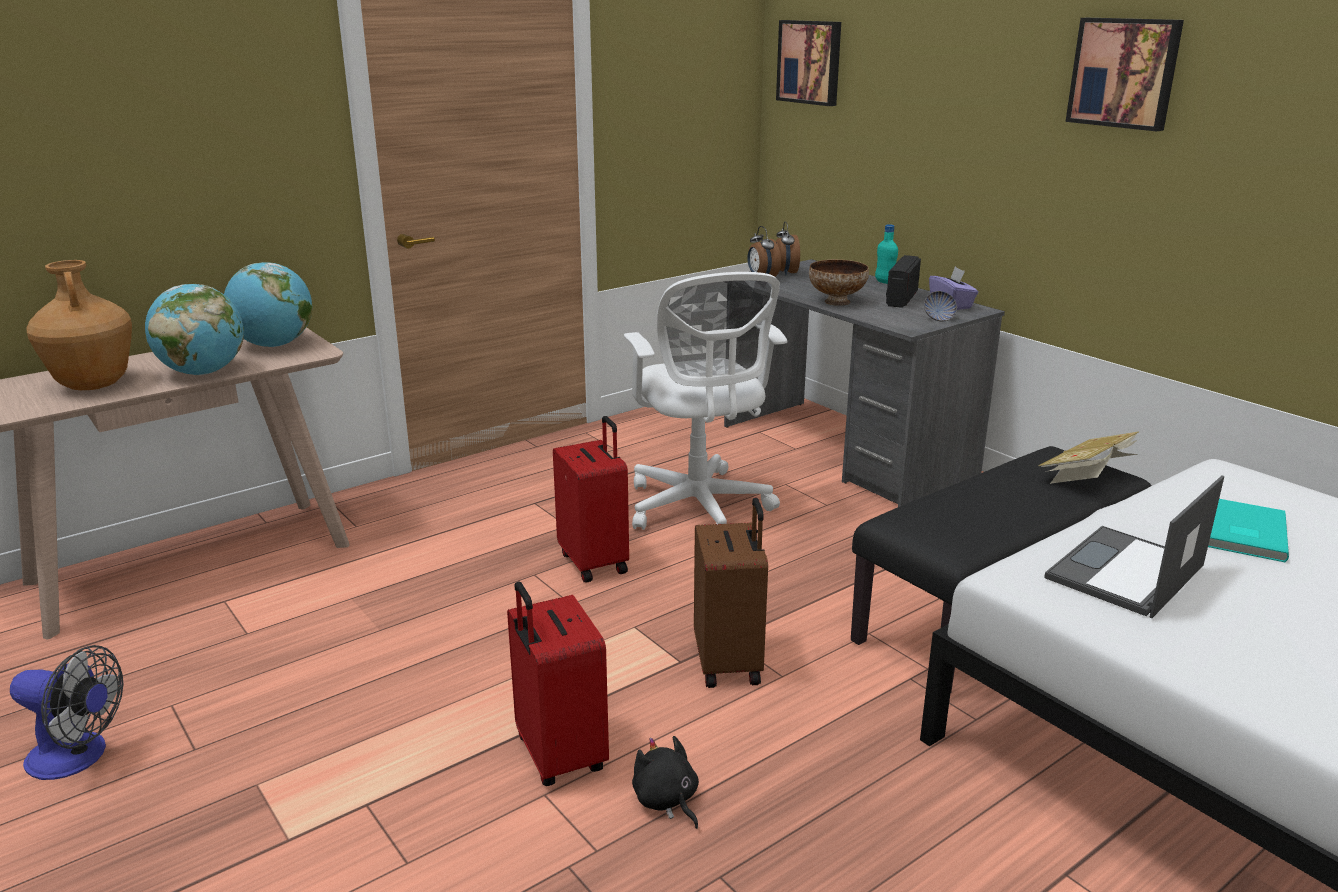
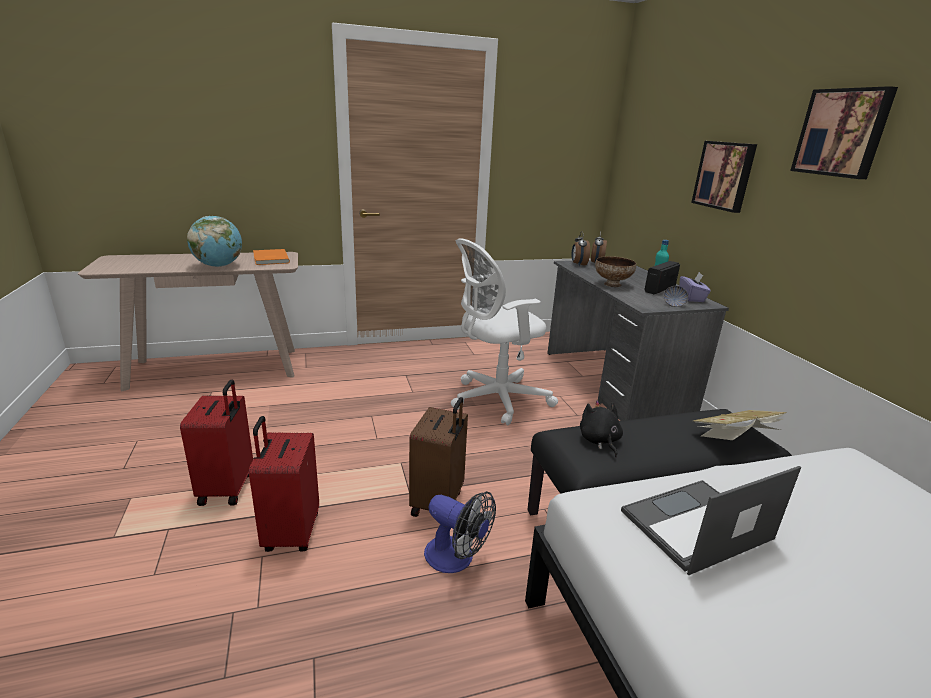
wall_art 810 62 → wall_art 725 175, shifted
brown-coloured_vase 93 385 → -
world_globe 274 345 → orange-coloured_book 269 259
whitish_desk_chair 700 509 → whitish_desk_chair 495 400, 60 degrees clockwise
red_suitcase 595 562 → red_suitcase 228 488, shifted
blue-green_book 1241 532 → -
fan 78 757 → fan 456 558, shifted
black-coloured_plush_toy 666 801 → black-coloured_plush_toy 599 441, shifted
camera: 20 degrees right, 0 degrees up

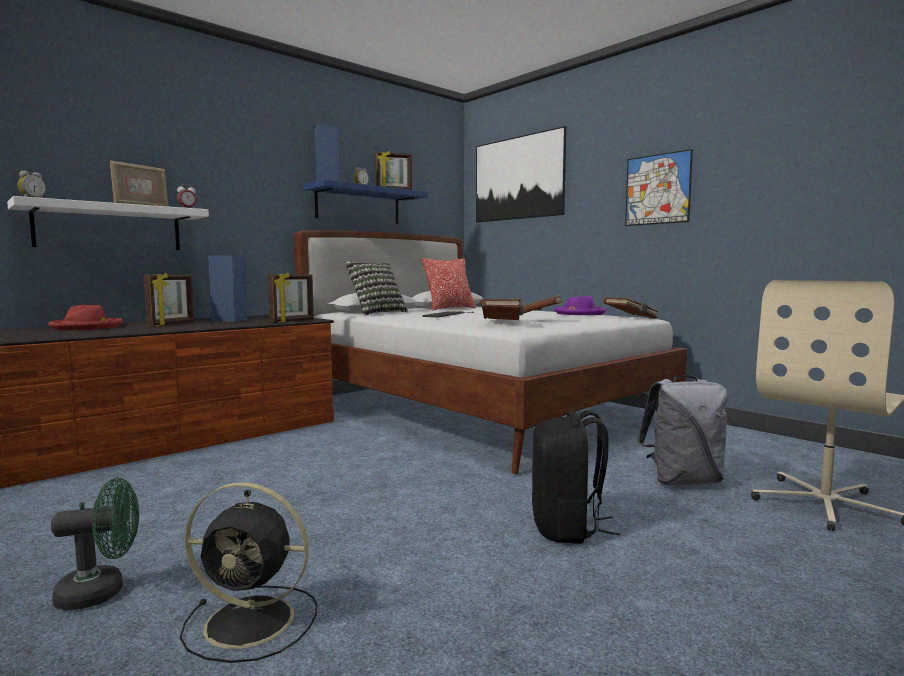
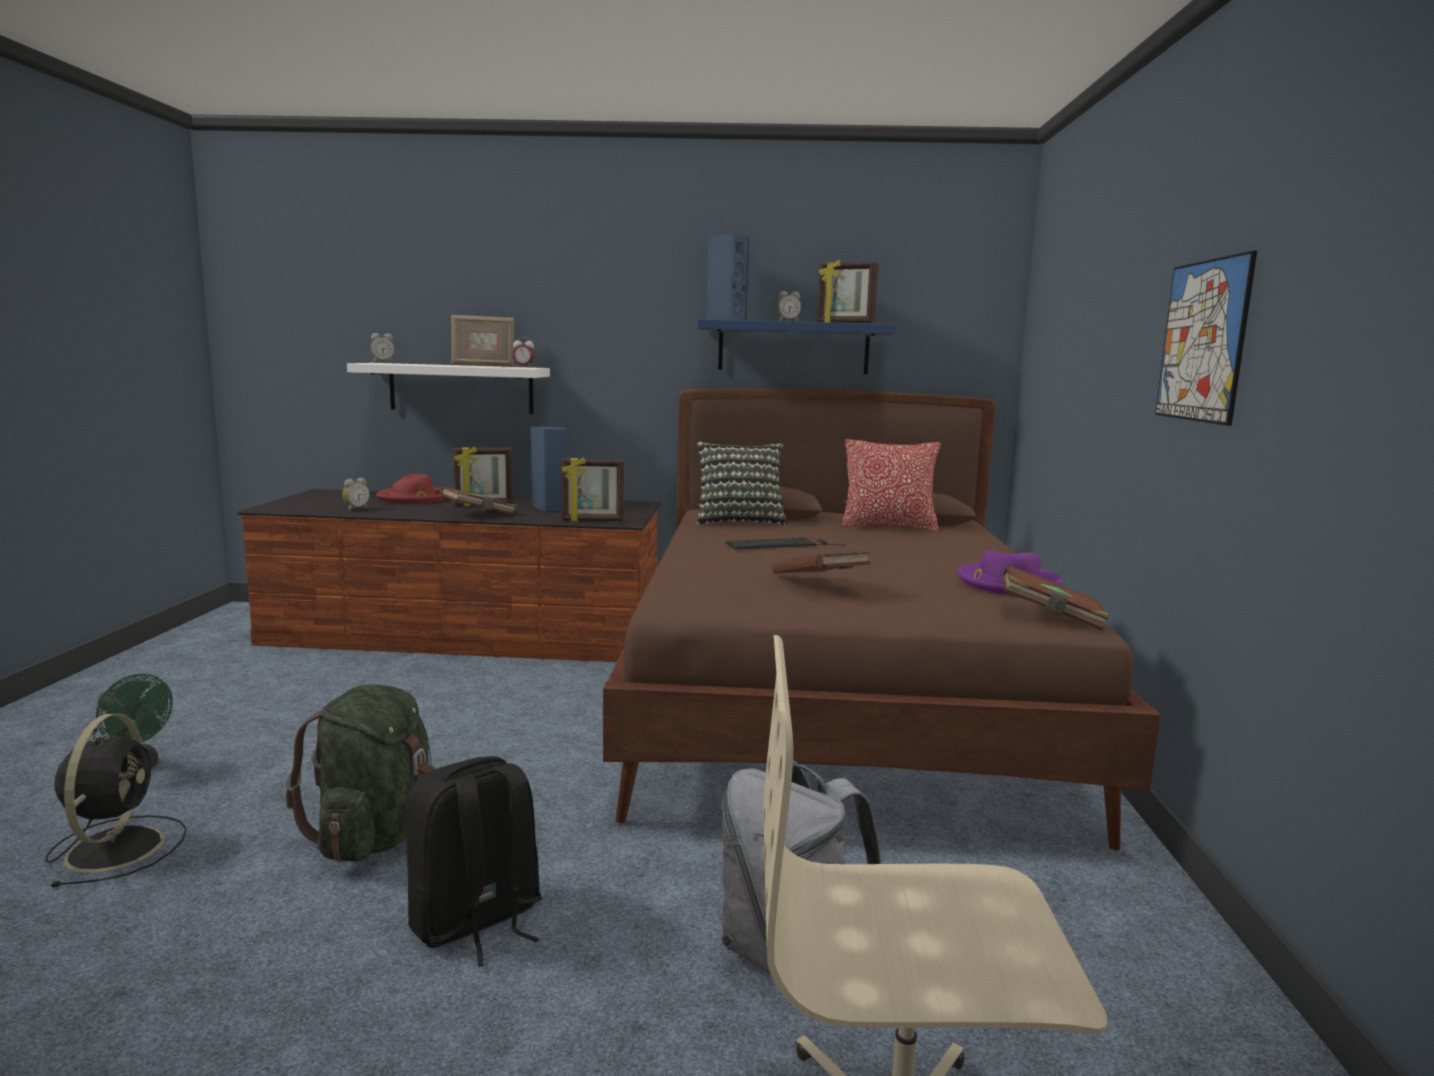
wall_art 518 178 → -
whitish_bed 478 410 → brown-coloured_bed 839 707
brown-coloured_book 502 322 → brown-coloured_book 479 514, shifted
black-coloured_fan 253 622 → black-coloured_fan 117 847, 150 degrees counterclockwise
- → alarm_clock 356 509
- → green-coloured_knapsack 375 835
camera: 45 degrees right, 5 degrees up

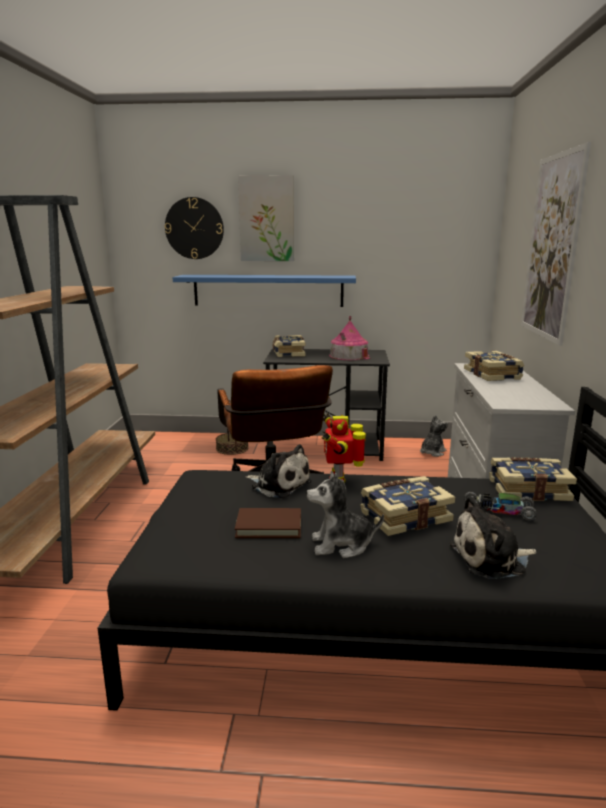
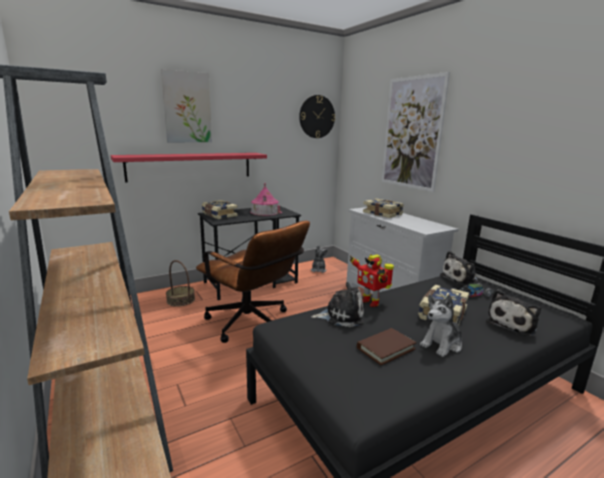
clock_on_the_wall 194 228 → clock_on_the_wall 317 116, shifted
blue-coloured_bracket_shelf 268 290 → red_bracket_shelf 191 166
book 528 489 → plush_toy 461 279
camera: 35 degrees left, 0 degrees up

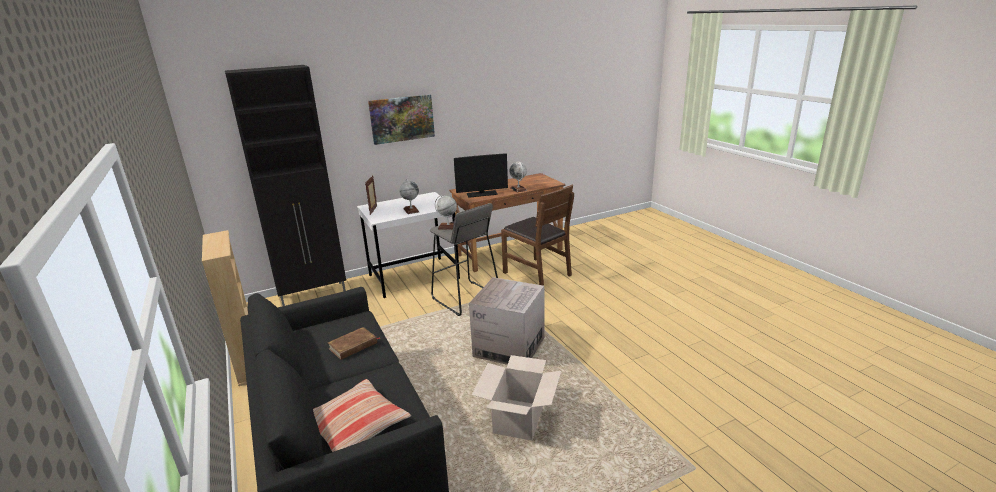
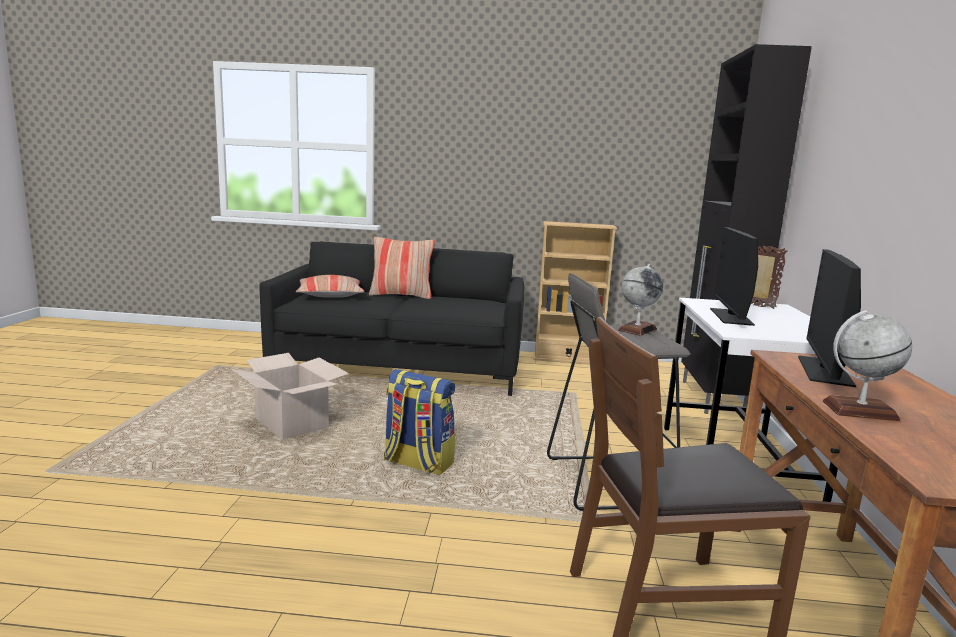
wall_art 402 119 → -
world_globe 411 210 → computer_screen 731 316
carton 509 347 → knapsack 417 463
brown-coloured_book 353 346 → -
- → pillow 401 295
camera: 120 degrees right, 10 degrees down

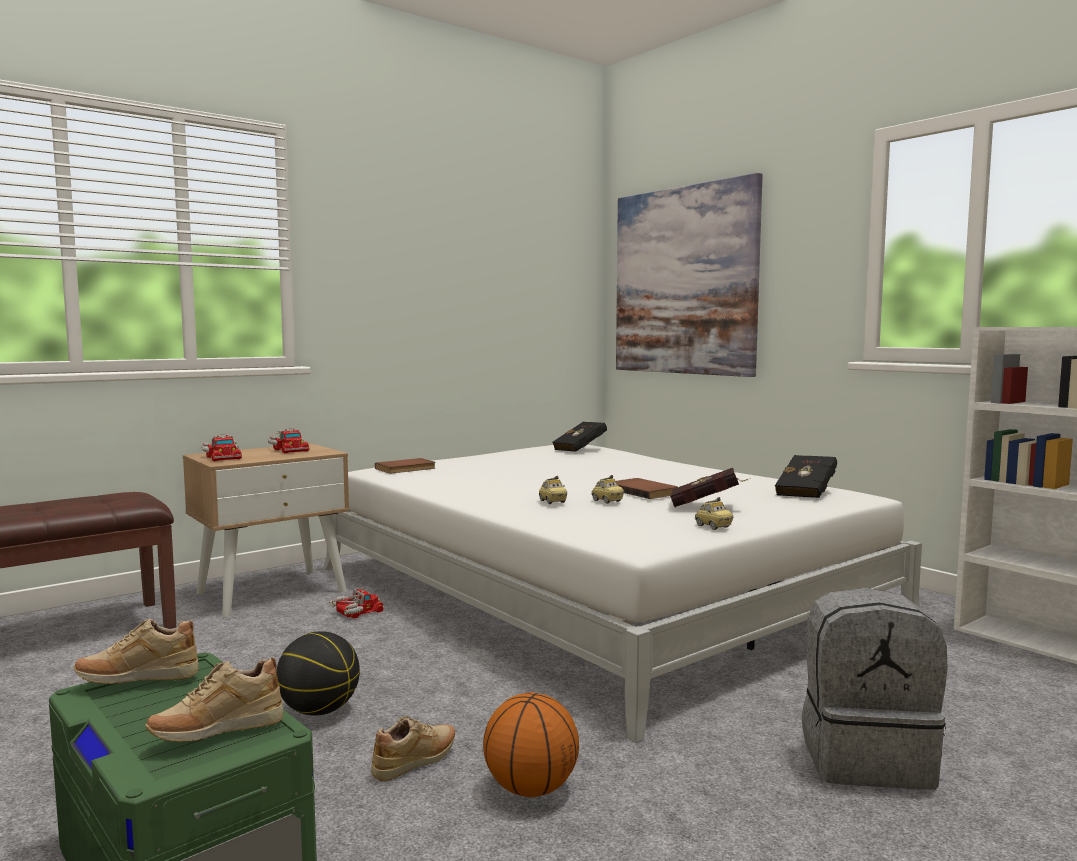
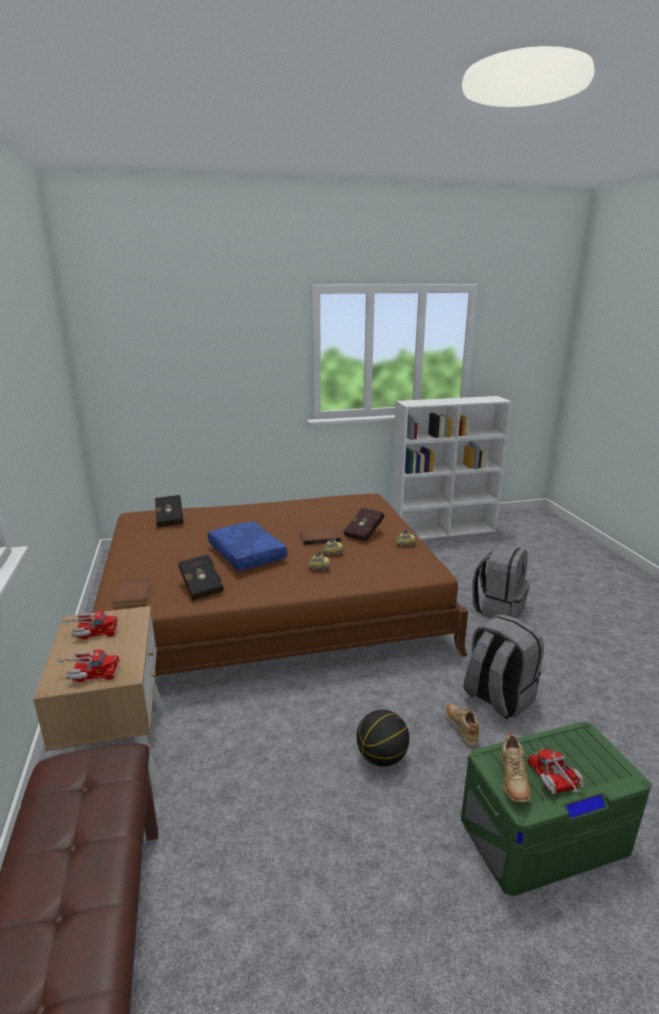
wall_art 684 281 → -
whitish_bed 595 591 → brown-coloured_bed 271 606
black-coloured_book 807 493 → black-coloured_book 201 586, shifted
toy_lorry 353 613 → toy_lorry 556 782, shifted
beige_item_of_footwear 217 733 → -
basketball 531 789 → gray_knapsack 497 697
- → blue-coloured_pillow 245 554
camera: 65 degrees left, 15 degrees up

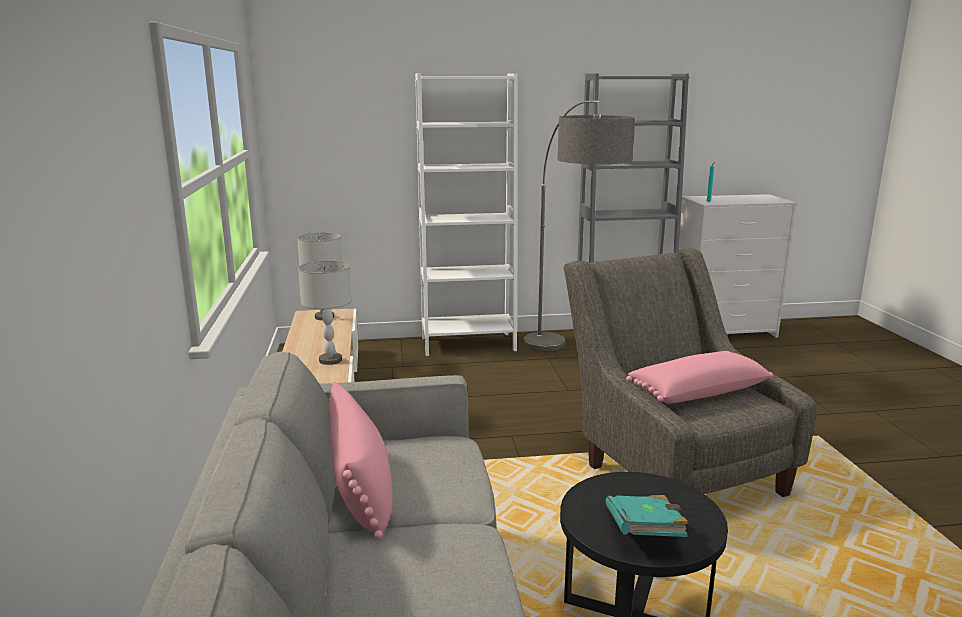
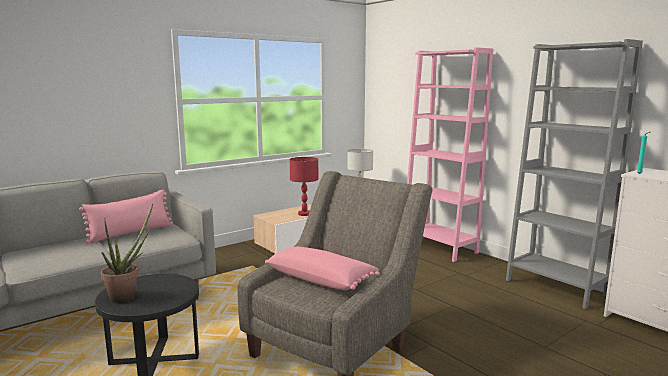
whitish_bookcase 468 344 → pink_bookcase 439 248
standing_lamp 570 361 → -
gray_table_lamp 330 360 → red_table_lamp 304 214
blue-green_book 645 532 → plant_in_a_pot 128 295
camera: 60 degrees right, 5 degrees down

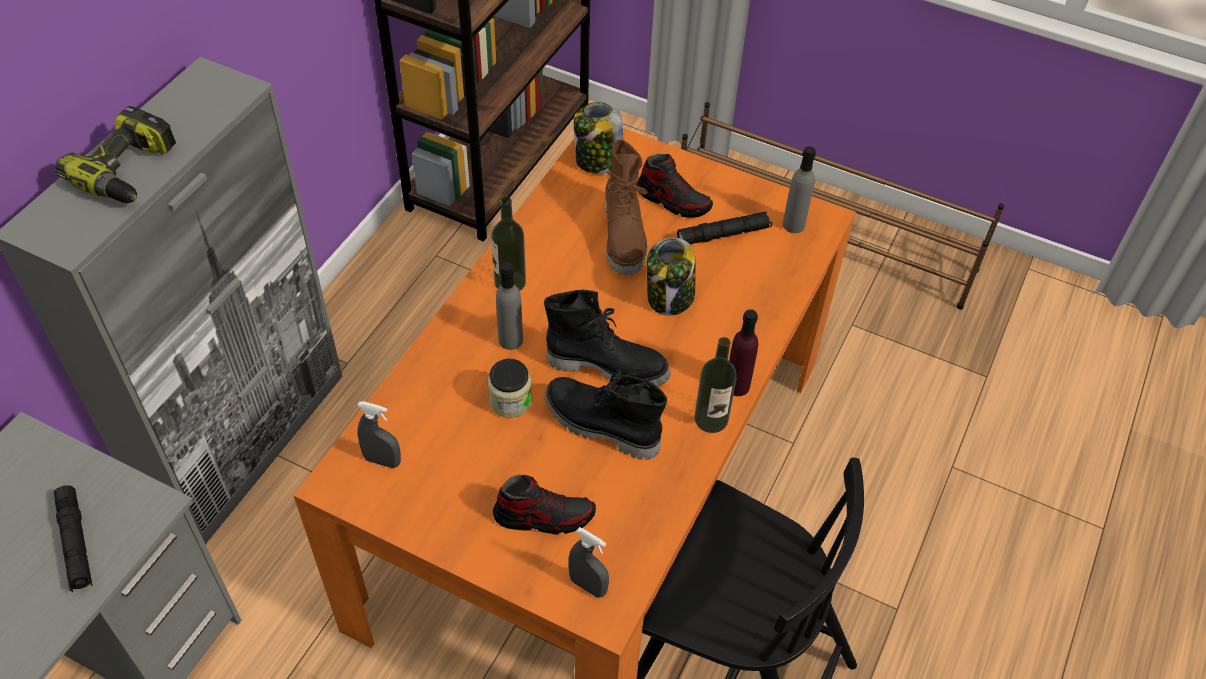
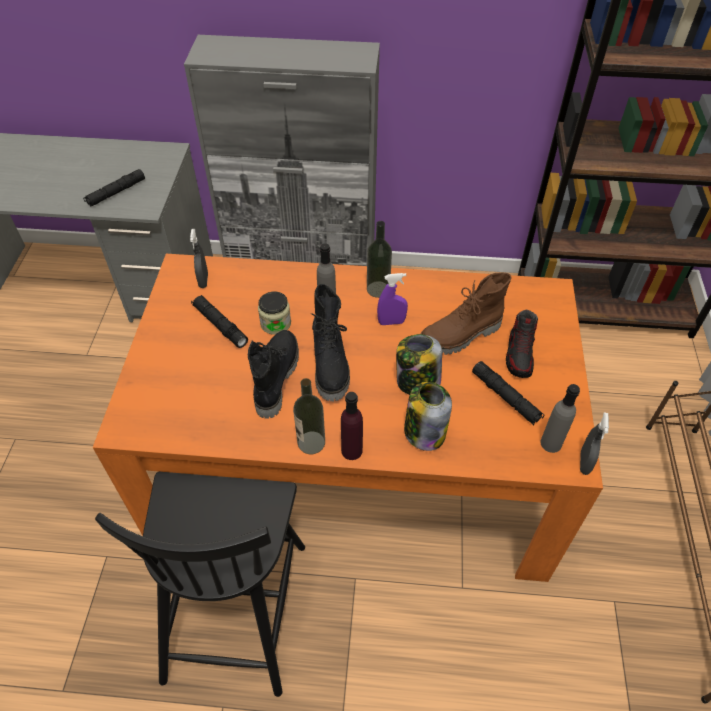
preserve_jar 598 161 → preserve_jar 424 431, shifted
drill 129 171 → -
item_of_footwear 544 516 → -
gray_hand_sprayer 588 586 → gray_hand_sprayer 584 463, shifted
- → purple_hand_sprayer 391 322
- → black-coloured_flashlight 220 325
camera: 70 degrees right, 0 degrees up

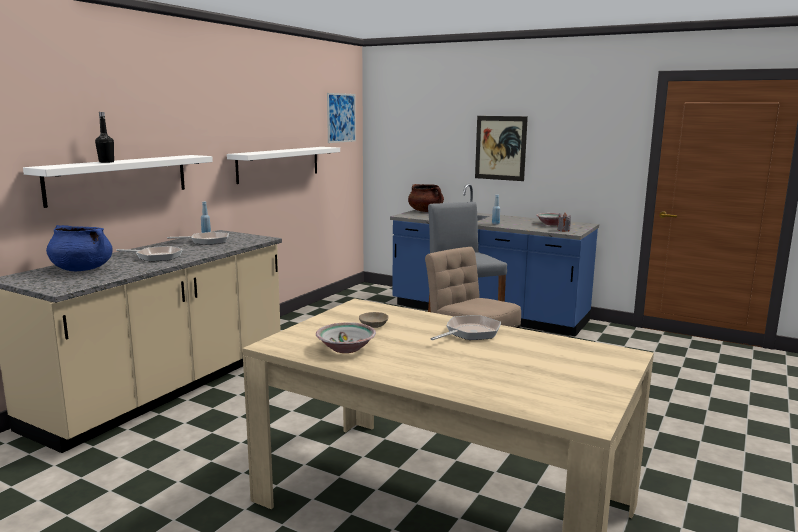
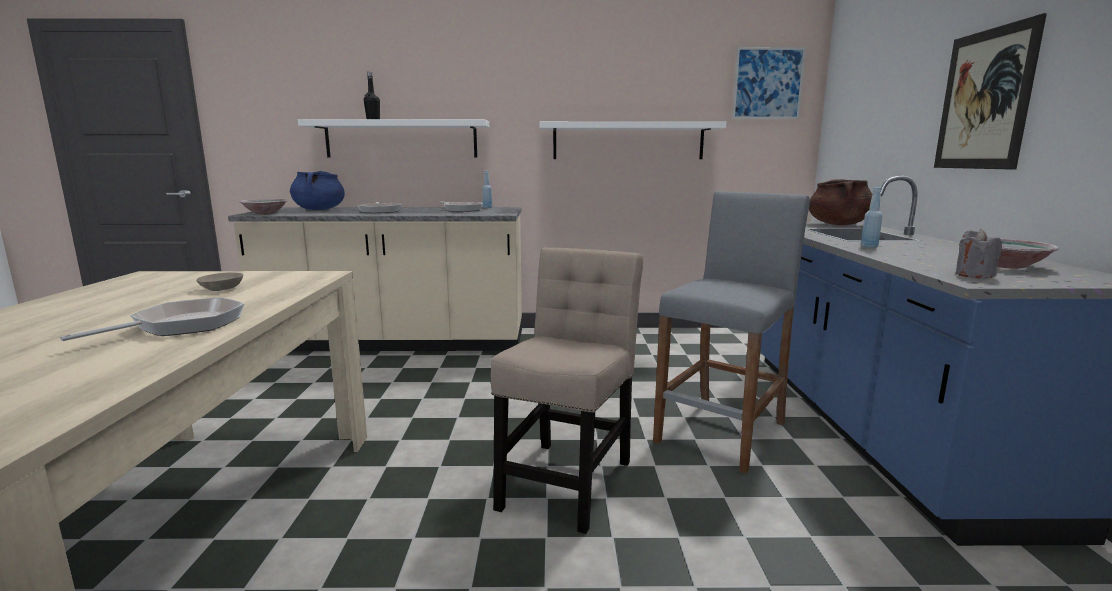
skillet 470 333 → skillet 182 326, 75 degrees counterclockwise
serving_bowl 346 348 → serving_bowl 266 213, shifted
camera: 60 degrees right, 0 degrees up

